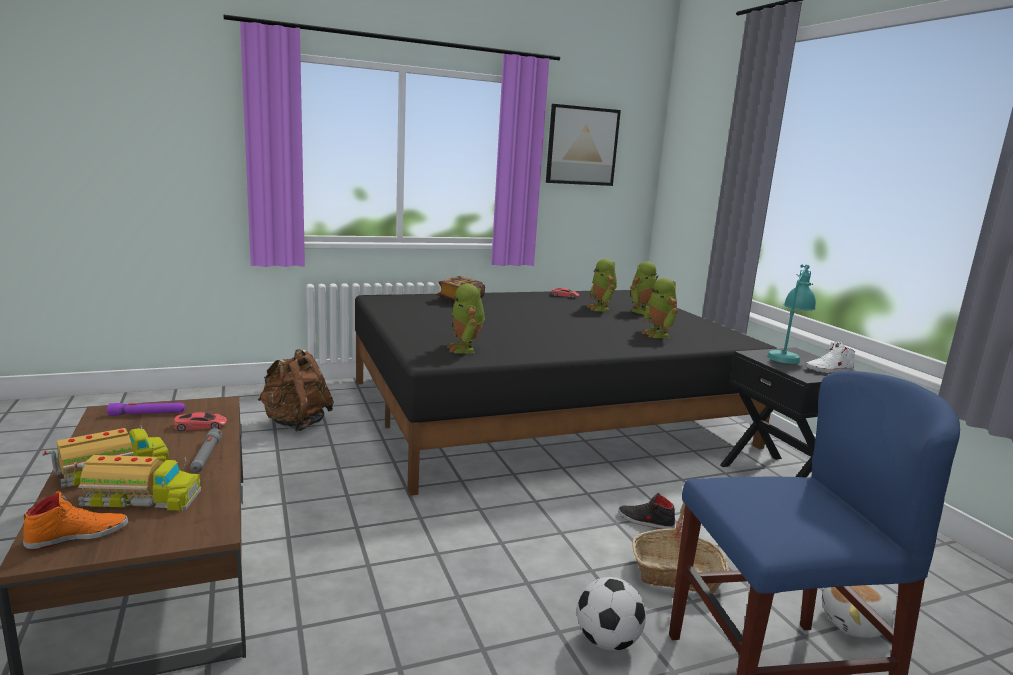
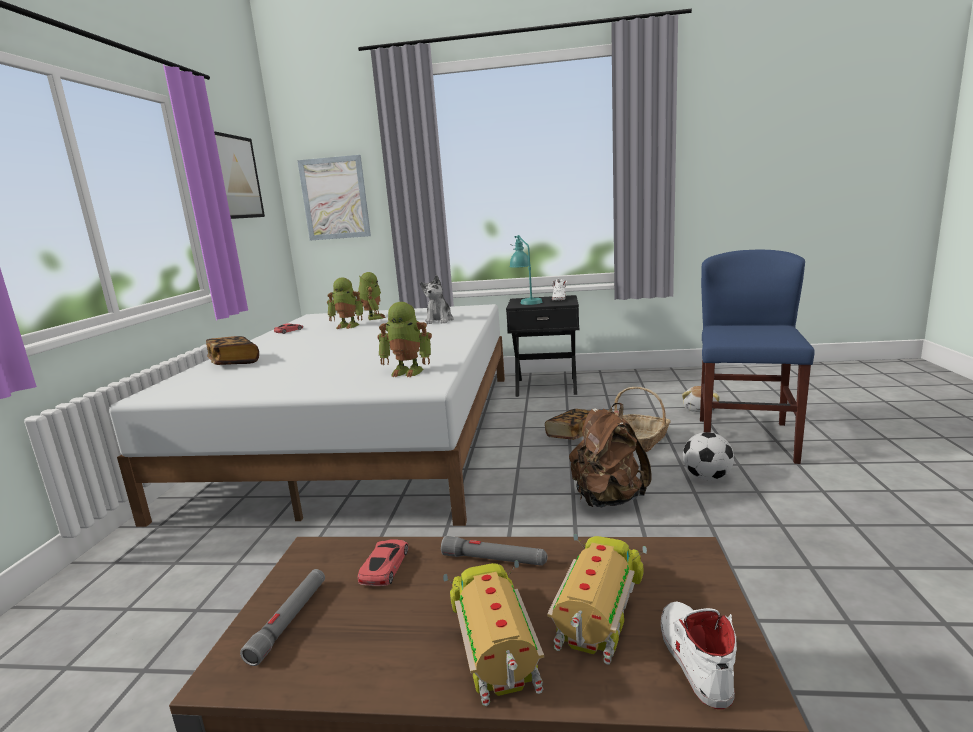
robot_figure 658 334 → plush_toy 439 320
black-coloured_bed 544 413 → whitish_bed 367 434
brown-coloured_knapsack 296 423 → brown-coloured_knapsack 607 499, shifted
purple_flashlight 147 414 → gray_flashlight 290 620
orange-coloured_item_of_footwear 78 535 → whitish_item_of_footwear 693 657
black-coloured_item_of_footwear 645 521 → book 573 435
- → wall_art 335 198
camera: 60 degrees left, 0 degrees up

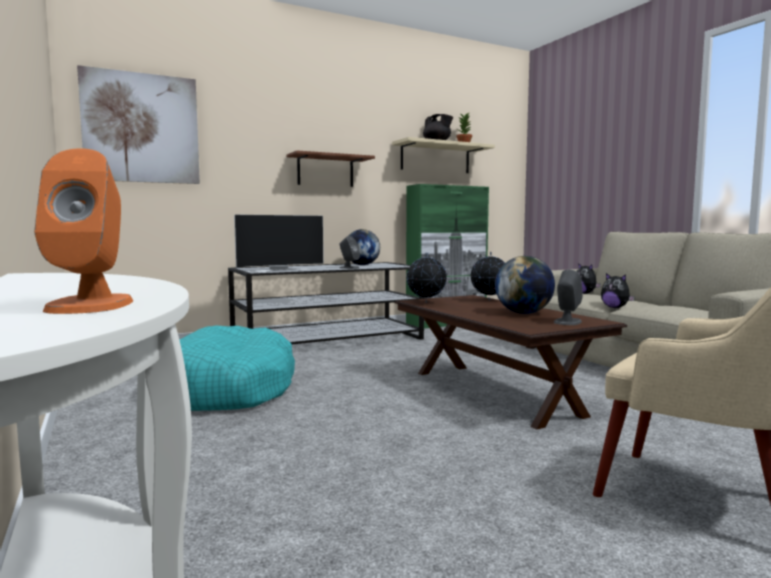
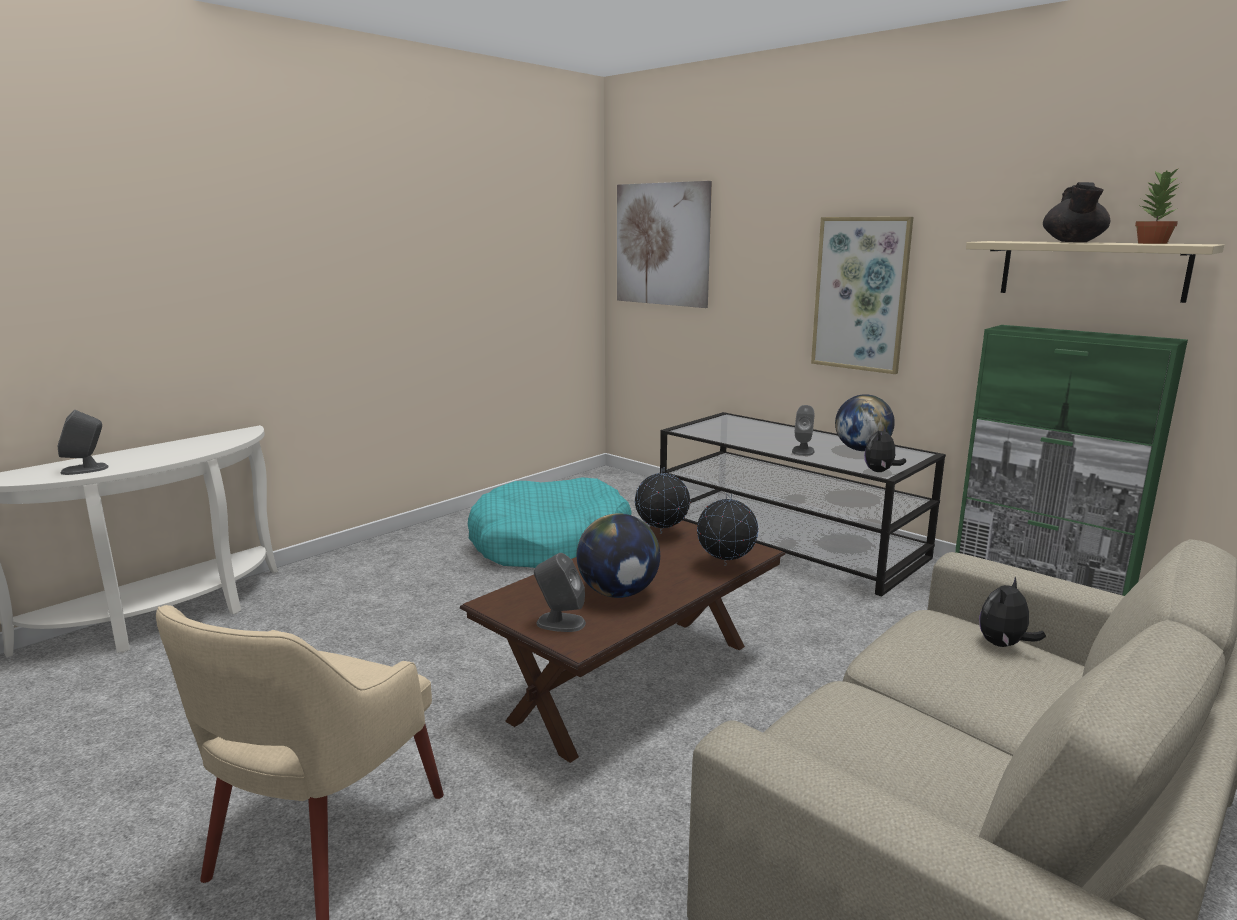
orange-coloured_loudspeaker 91 305 → gray_loudspeaker 85 469
brown-coloured_bracket_shelf 325 171 → wall_art 860 294
TV_set 280 270 → -
plush_toy 615 308 → plush_toy 880 472, shifted
camera: 70 degrees right, 10 degrees up

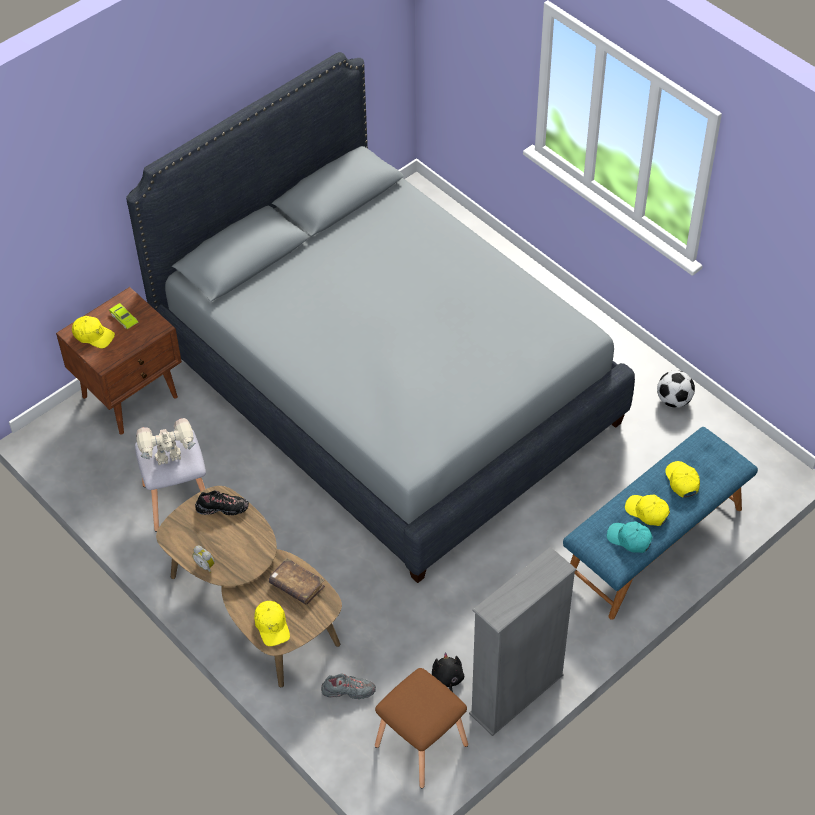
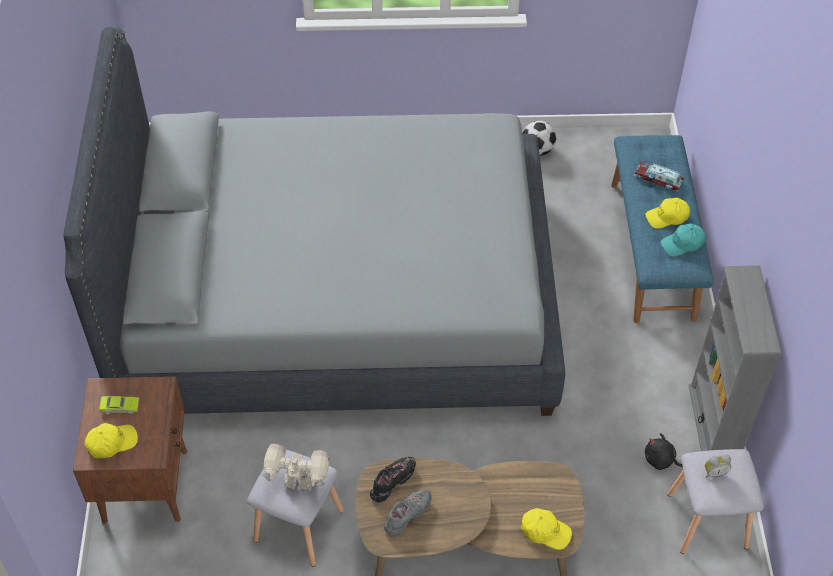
robot_figure 169 459 → robot_figure 298 485, 75 degrees clockwise
yellowish_peaked_cap 682 481 → miniature_car 658 180
alarm_clock 206 565 → alarm_clock 714 472, shifted
brown-coloured_book 296 585 → -
brown-coloured_stool 423 745 → gray_stool 708 520
gray_item_of_footwear 348 691 → gray_item_of_footwear 407 515, shifted
camera: 50 degrees left, 0 degrees up

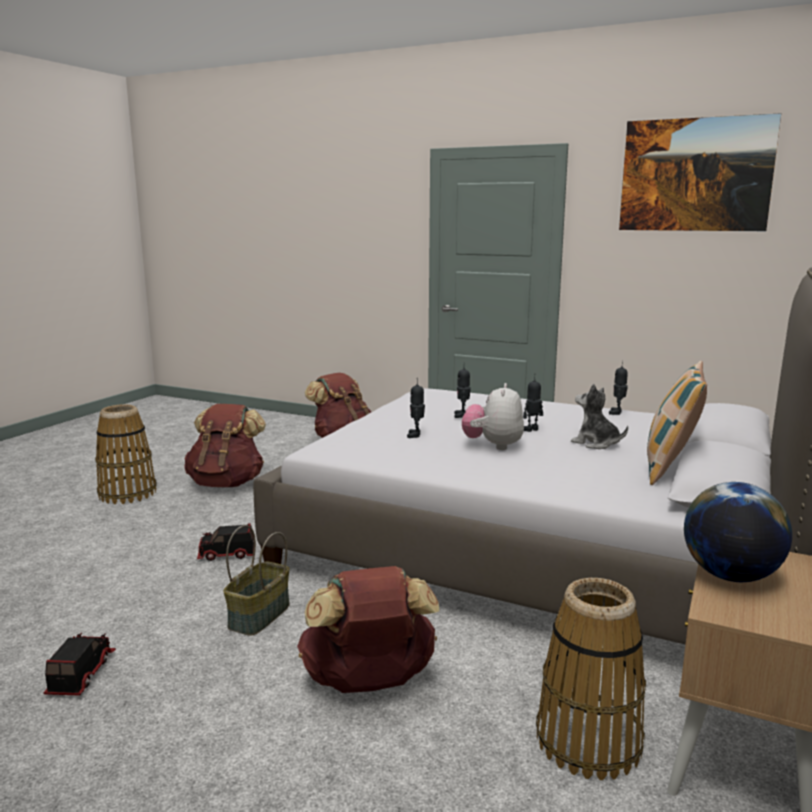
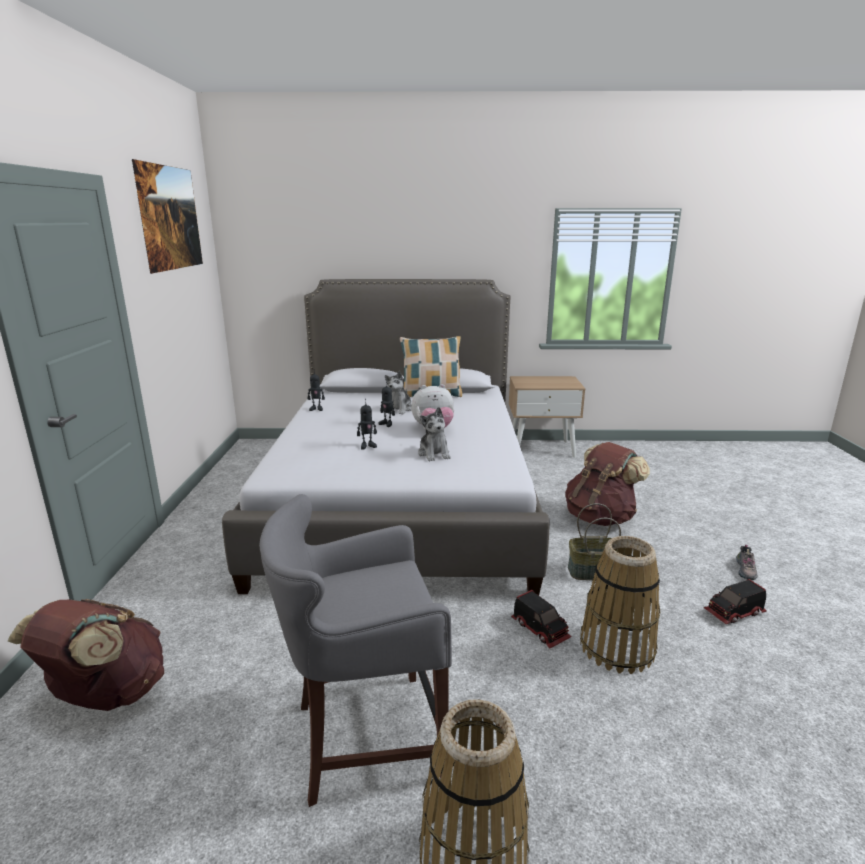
robot_figure 416 435 → plush_toy 434 454
brown-coloured_knapsack 227 483 → gray_stool 363 738
world_globe 730 576 → -
storage_basket 587 740 → storage_basket 617 648, shifted
- → item_of_footwear 746 570
camera: 115 degrees left, 5 degrees up

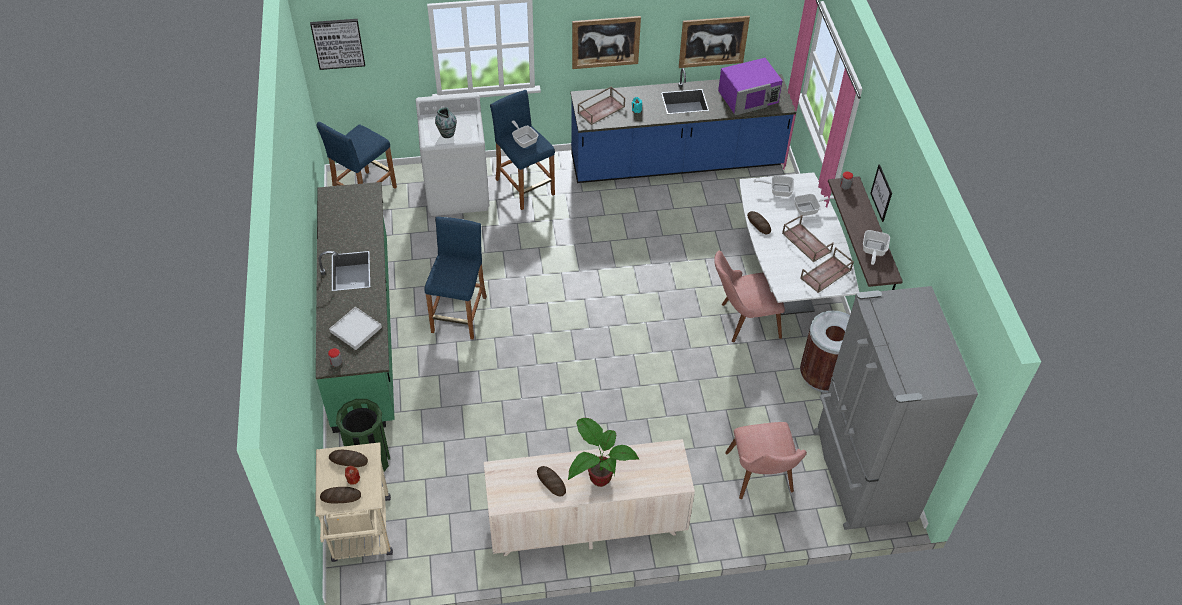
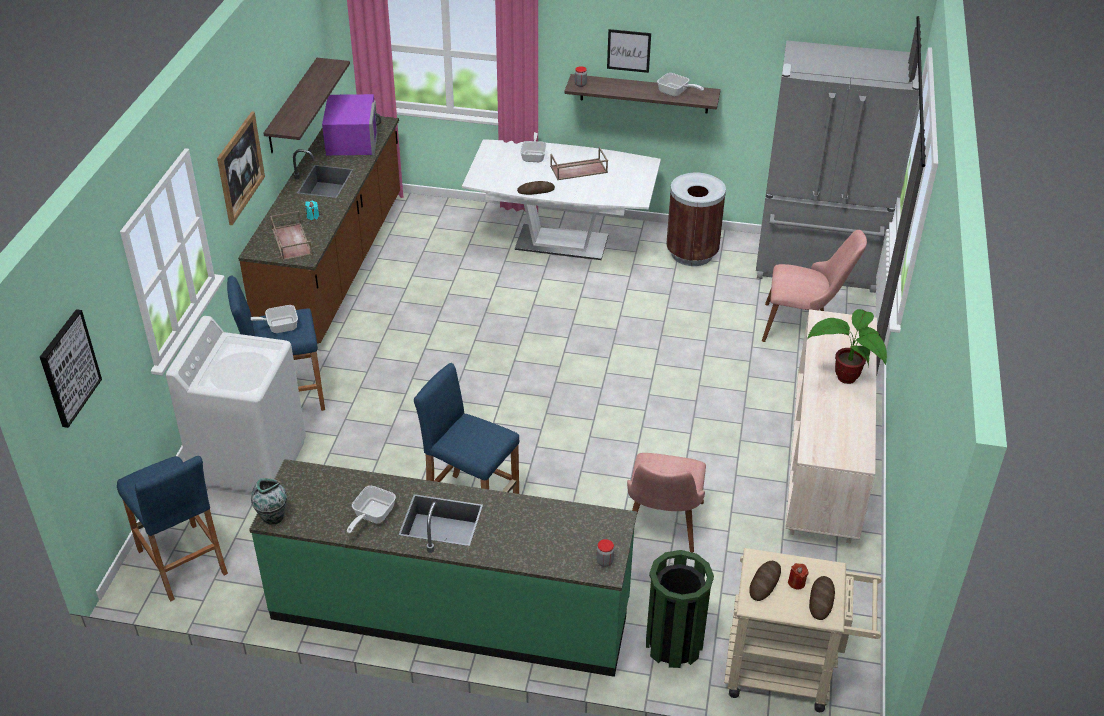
wall_art 713 41 → bracket_shelf 292 106
blue-coloured_kitchen_base_unit 676 162 → brown-coloured_kitchen_base_unit 335 267
vase 447 133 → vase 272 517, shifted
skillet 777 190 → skillet 371 516, shifted
brown-coloured_carrying_tray 825 275 → -
pink_plain_chair 742 321 → pink_plain_chair 661 530, shifted
whitish_carrying_tray 356 329 → -
bread 551 482 → -
camera: 70 degrees left, 10 degrees down

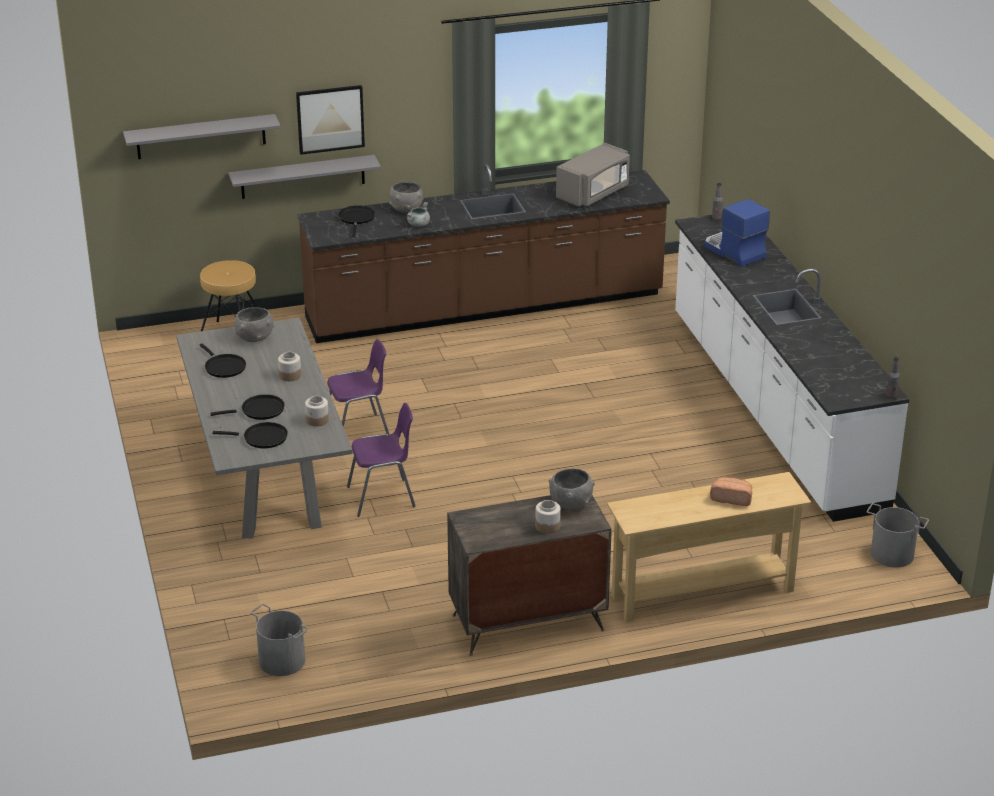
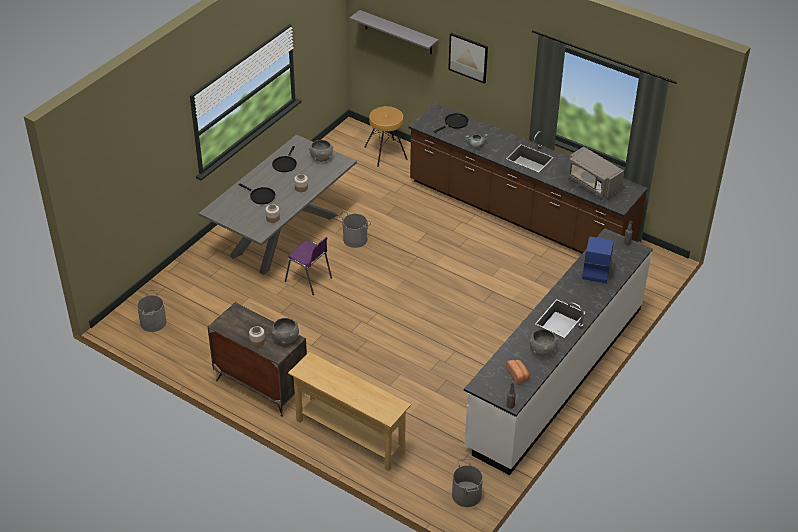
gray_microwave 593 193 → gray_microwave 592 184, 45 degrees clockwise
gray_bracket_shelf 302 177 → -
gray_serving_bowl 406 209 → gray_serving_bowl 542 350, shifted
purple_plain_chair 358 431 → gray_bucket 355 240
black-coloured_skillet 262 438 → -
bread 731 498 → bread 518 375, shifted
camera: 50 degrees right, 10 degrees up

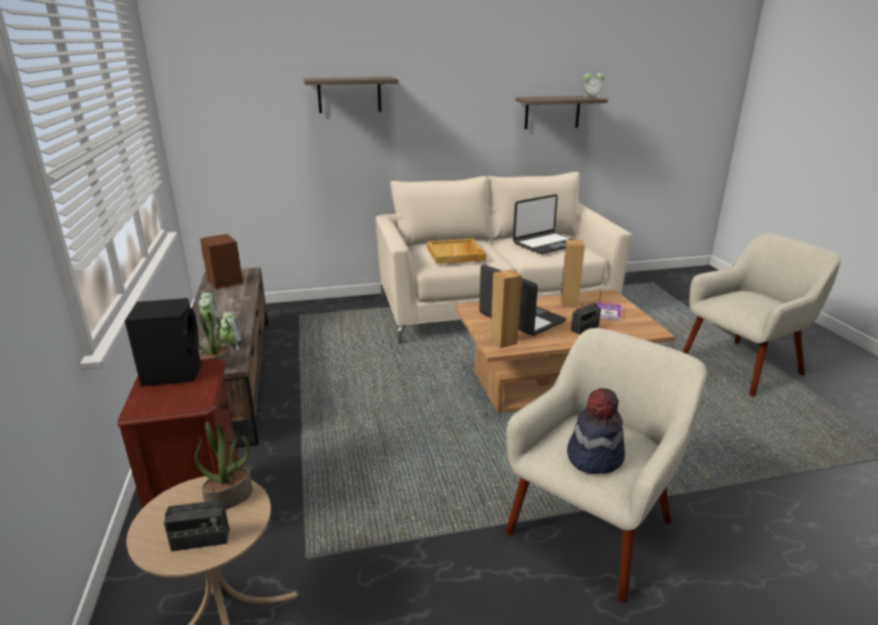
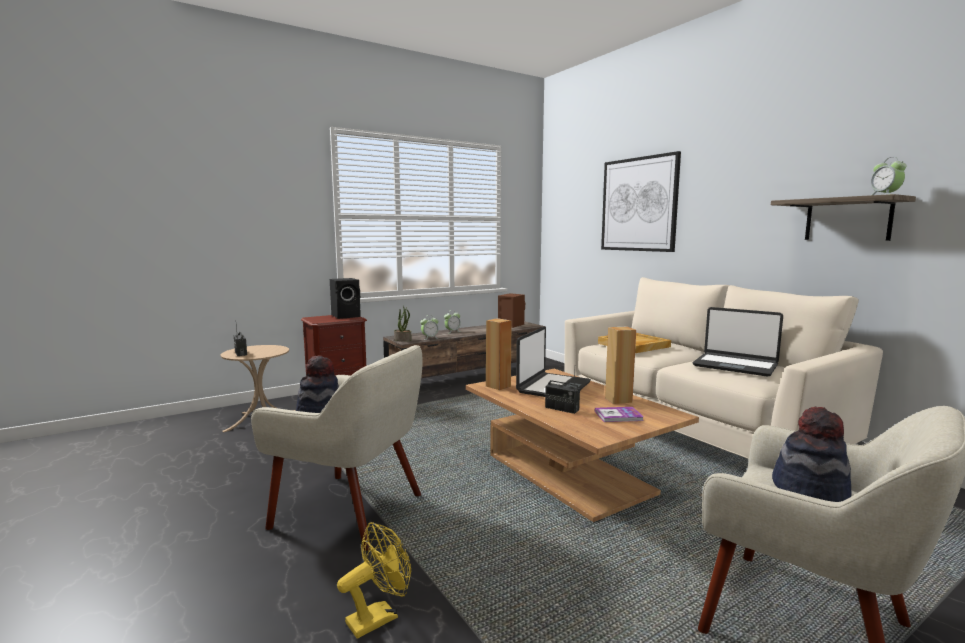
bracket_shelf 349 95 → wall_art 638 204
plant_in_a_pot 229 497 → -
- → clothing_hat 809 491
- → yellowish_fan 379 617
camera: 70 degrees right, 15 degrees down

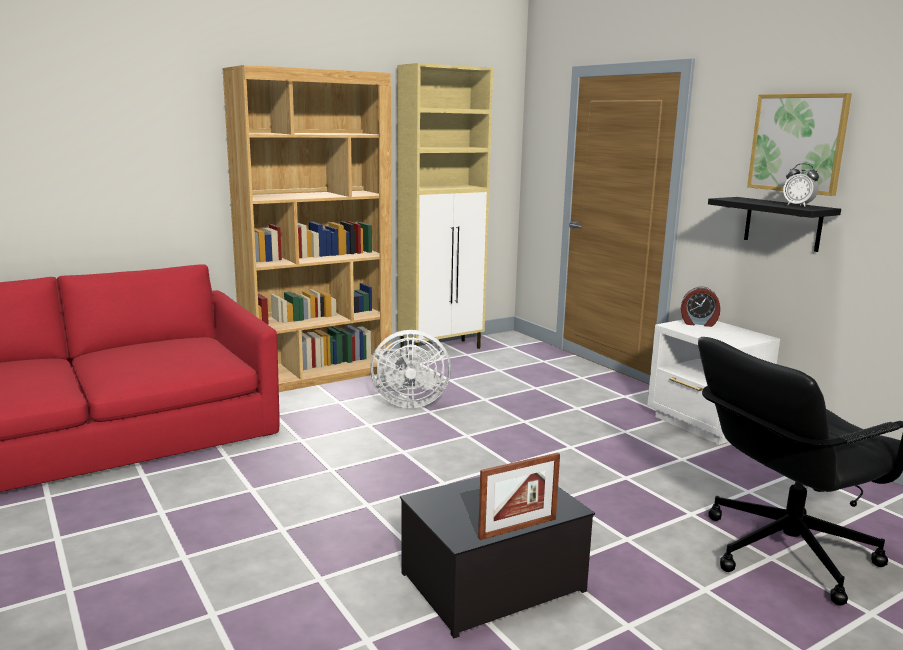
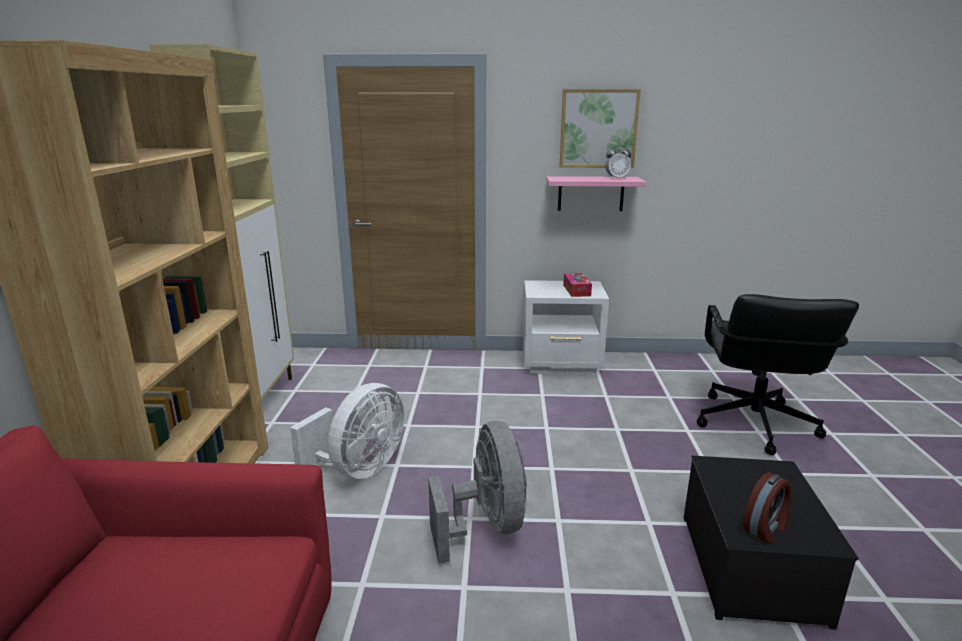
black-coloured_bracket_shelf 782 224 → pink_bracket_shelf 590 193
alarm_clock 698 323 → alarm_clock 766 528, shifted
standing_frame 518 528 → -
- → box_of_tissues 576 290
- → gray_fan 486 526
camera: 55 degrees left, 5 degrees up

